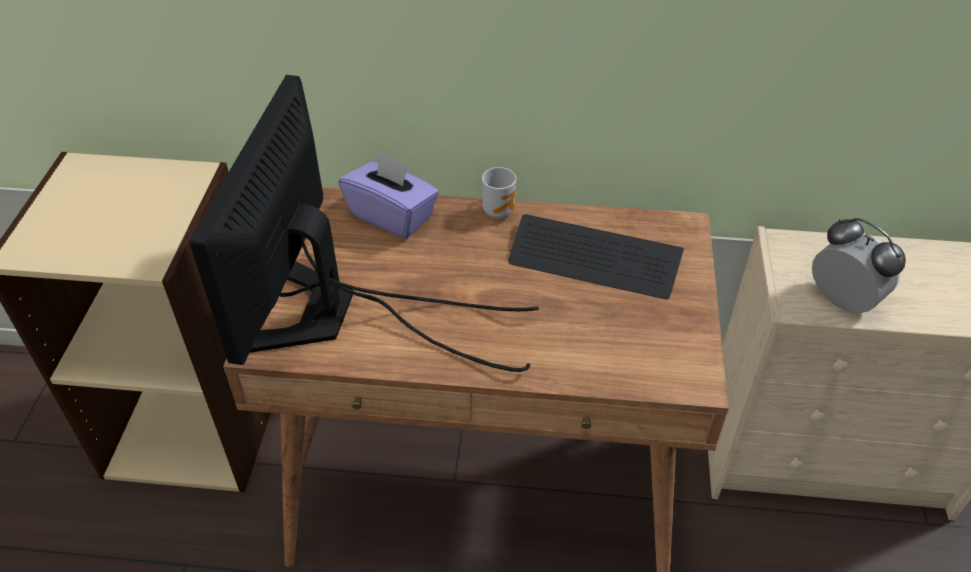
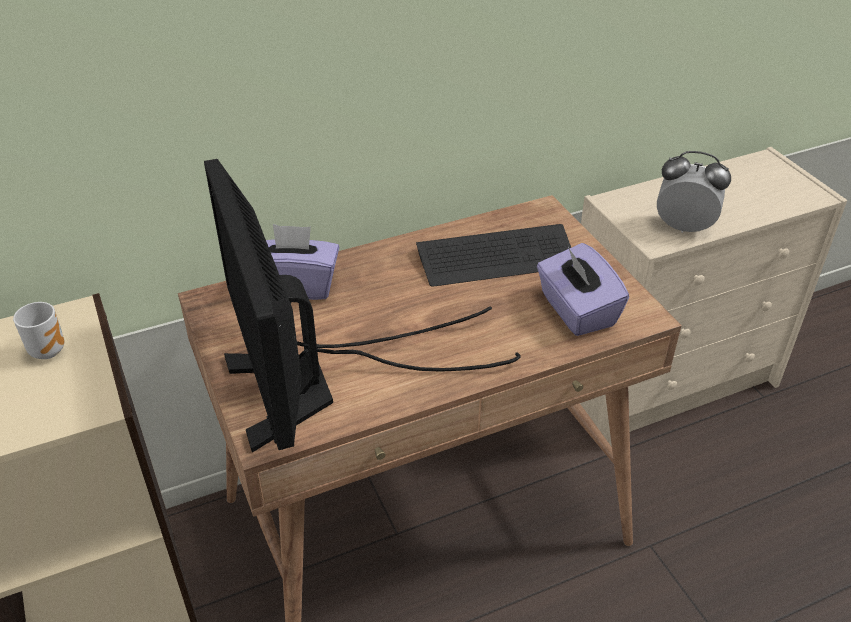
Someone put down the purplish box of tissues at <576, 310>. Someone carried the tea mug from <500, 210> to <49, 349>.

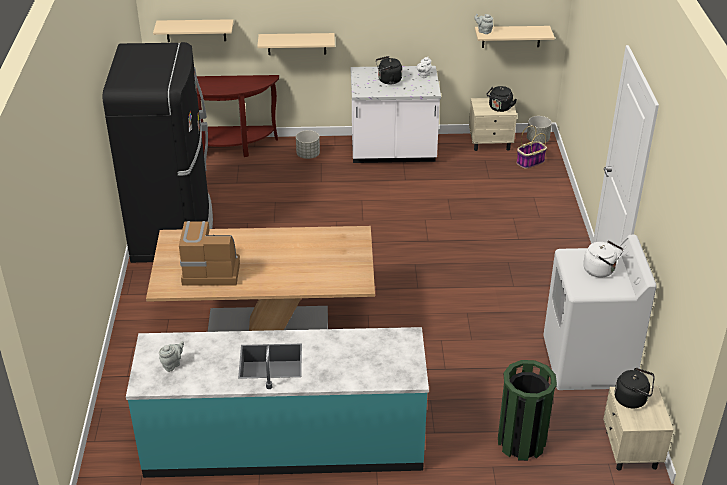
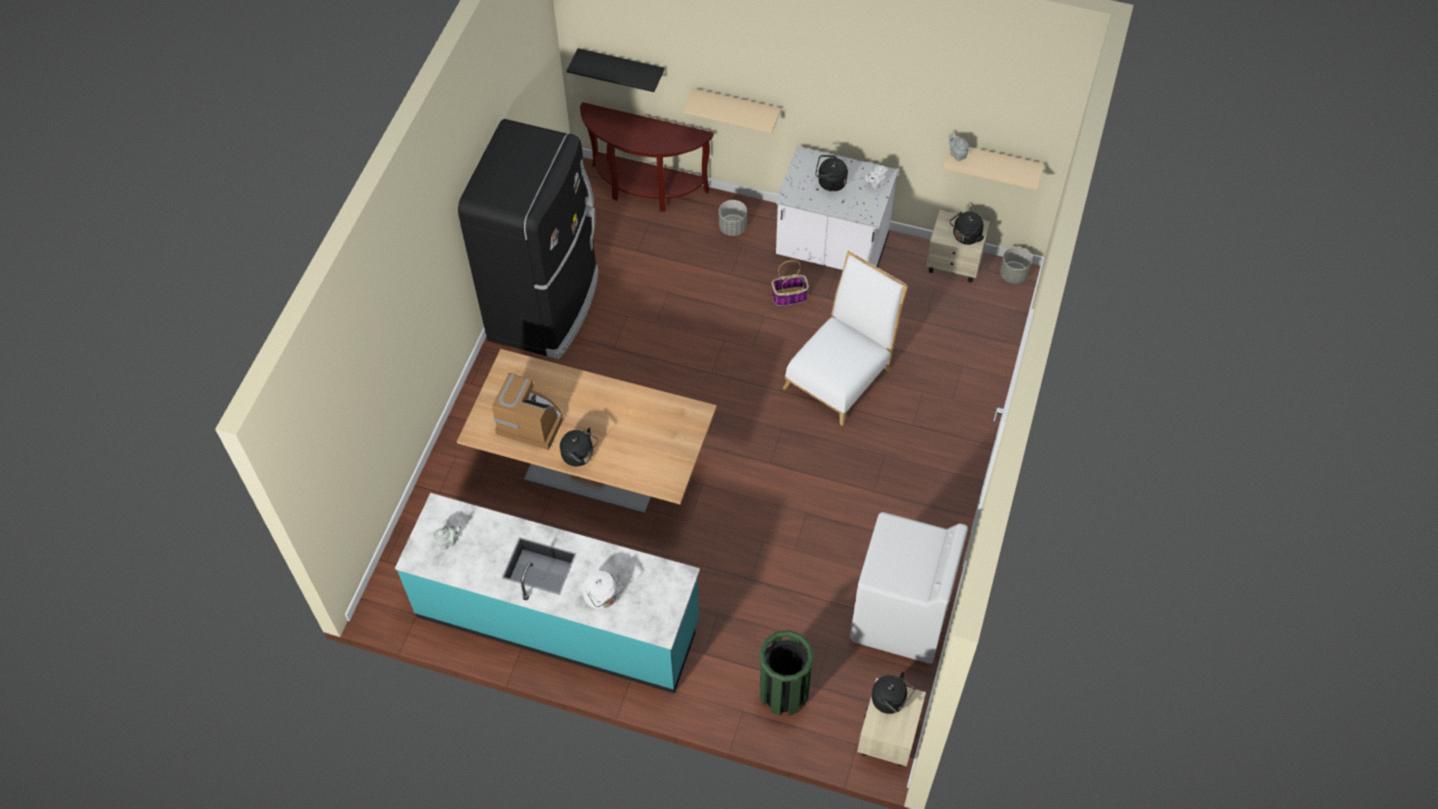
Someone put down the blackish kettle at <580, 456>. Someone put down the whitish chair at <841, 373>. Someone carried the storage basket from <530, 162> to <789, 297>. Someone carried the whitish kettle from <601, 270> to <603, 597>. Someone repainted the beige shelf at <196, 30>, which became the blackish shelf at <621, 67>.

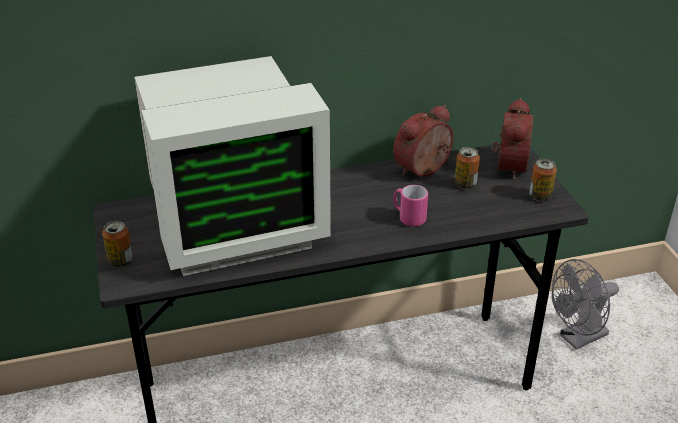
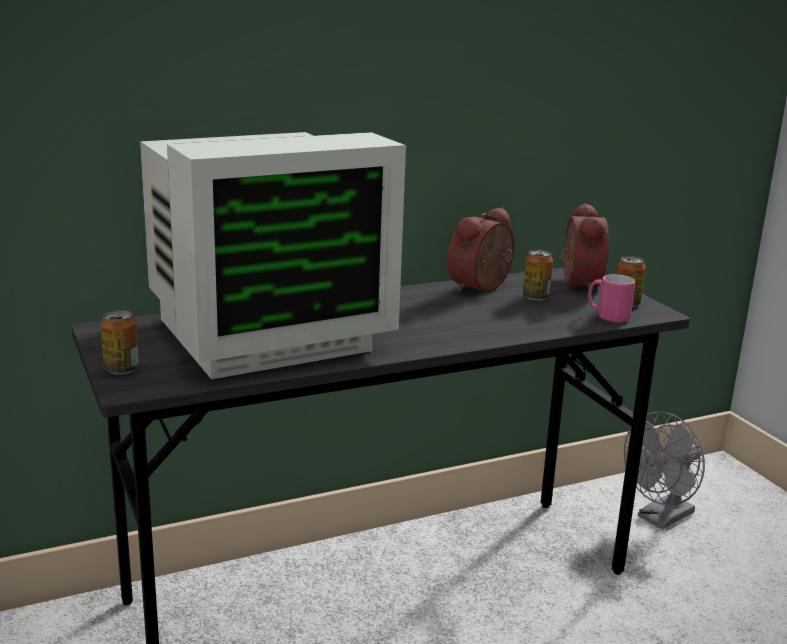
Someone carried the pinkish tea mug from <408, 218> to <607, 316>.

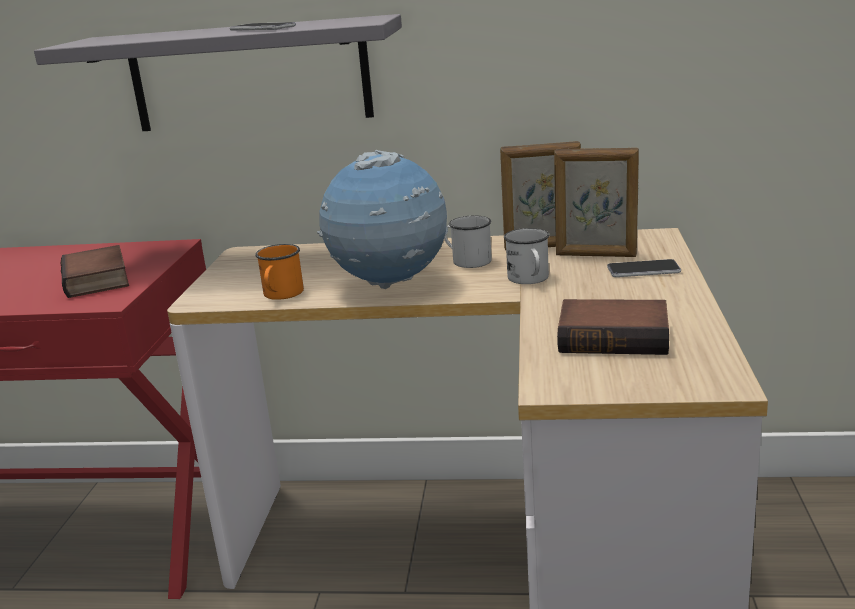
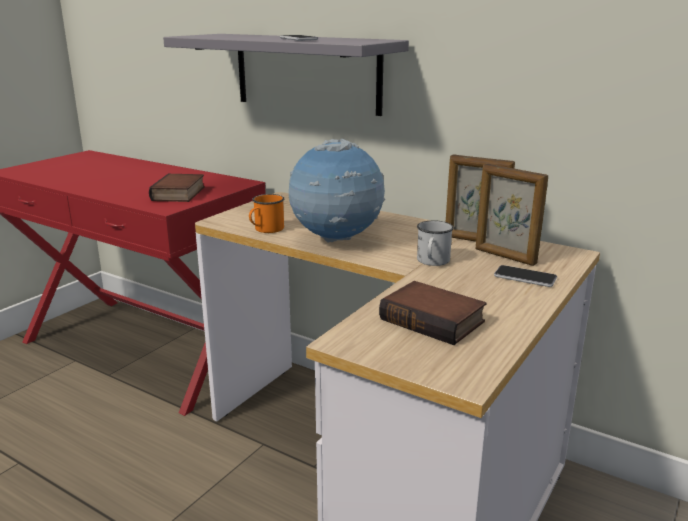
Someone took away the whitish tea mug at <467, 260>.

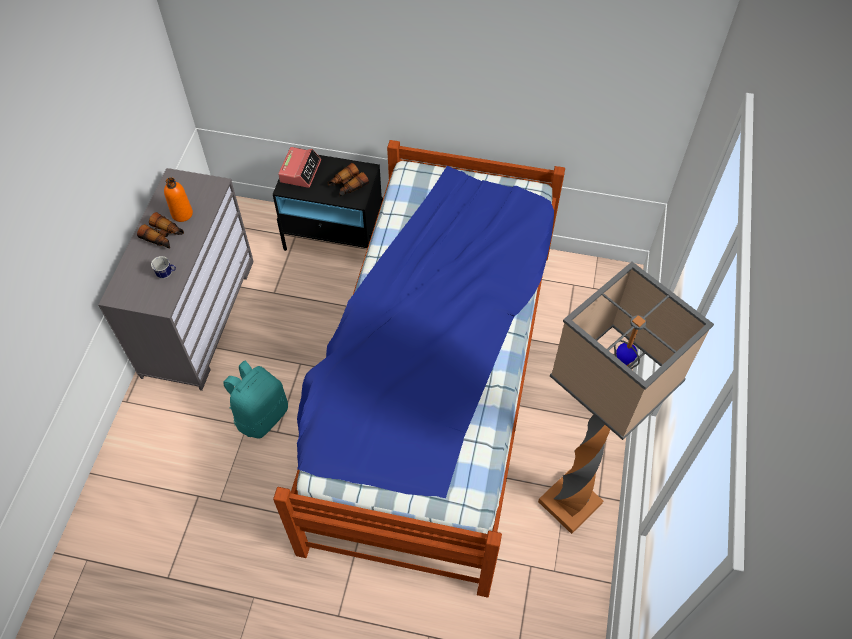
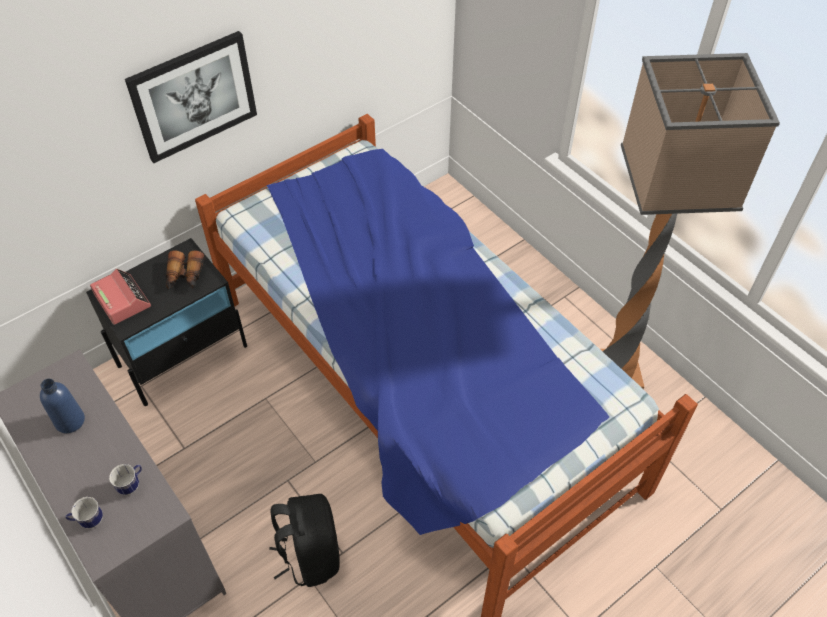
Someone took away the pair of binoculars at <164, 236>. Someone put down the tea mug at <88, 521>. Someone put up the picture at <193, 96>. Someone repainted the orangey drink bottle at <182, 214>, which became the bluish drink bottle at <70, 421>. Someone repainted the turquoise-coloured rucksack at <261, 415>, which became the blackish rucksack at <310, 555>.

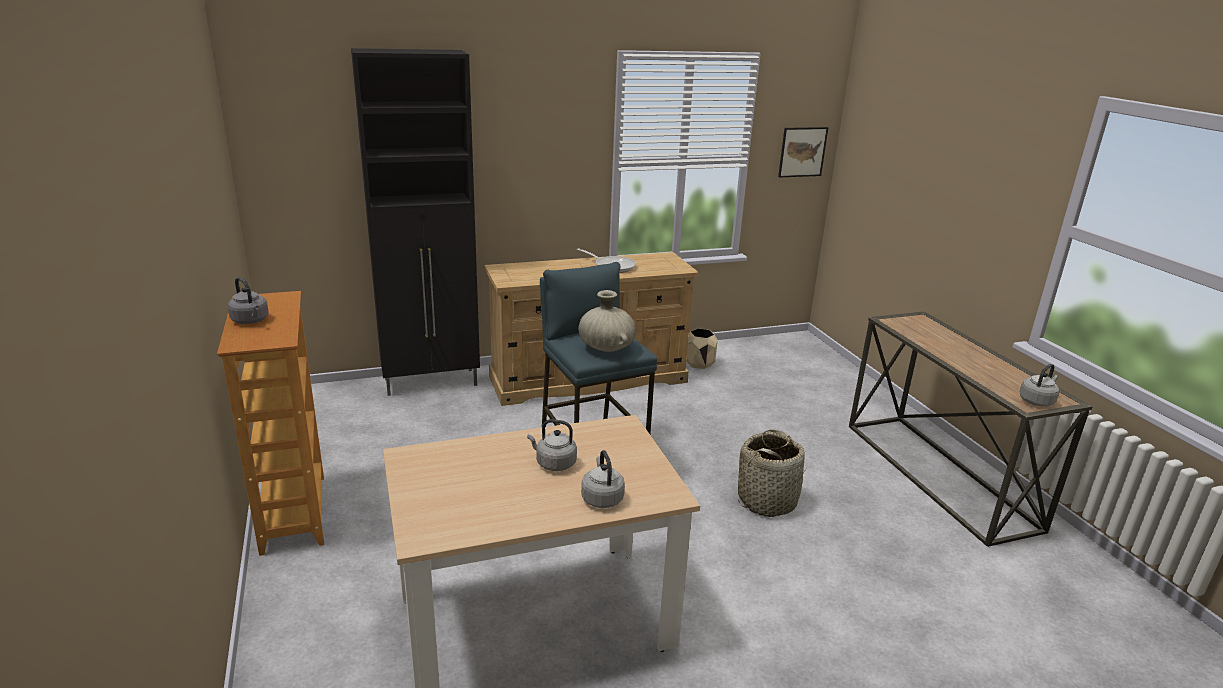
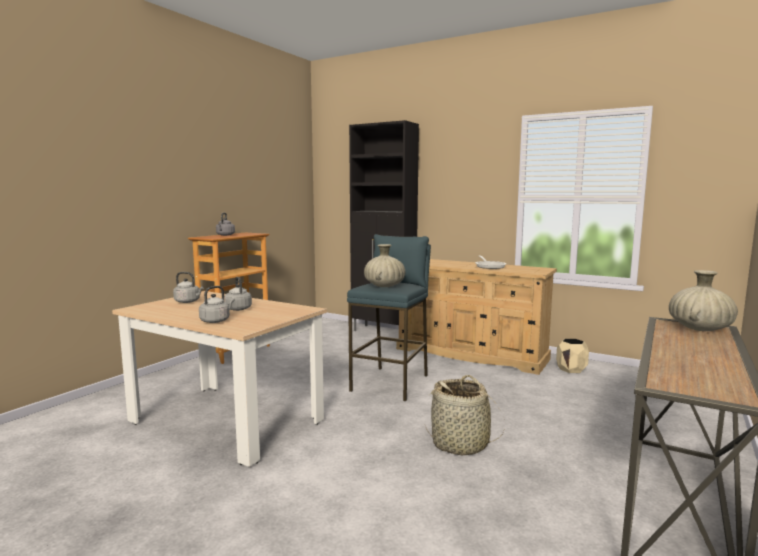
Someone took away the picture at <802, 152>. Someone put down the beige decorative vase at <699, 329>. Someone carried the gray kettle from <1037, 401> to <188, 301>.

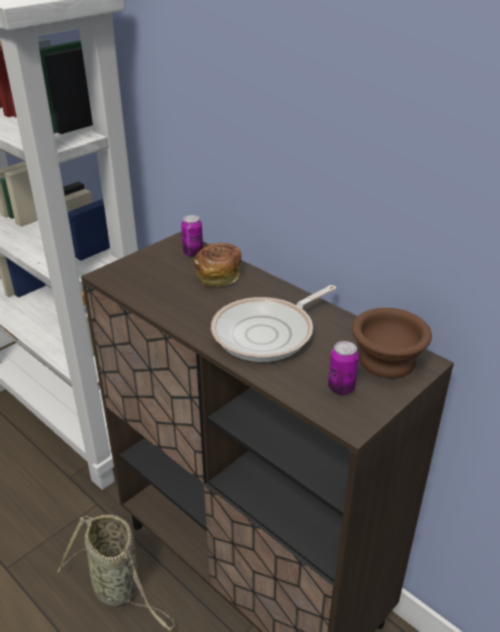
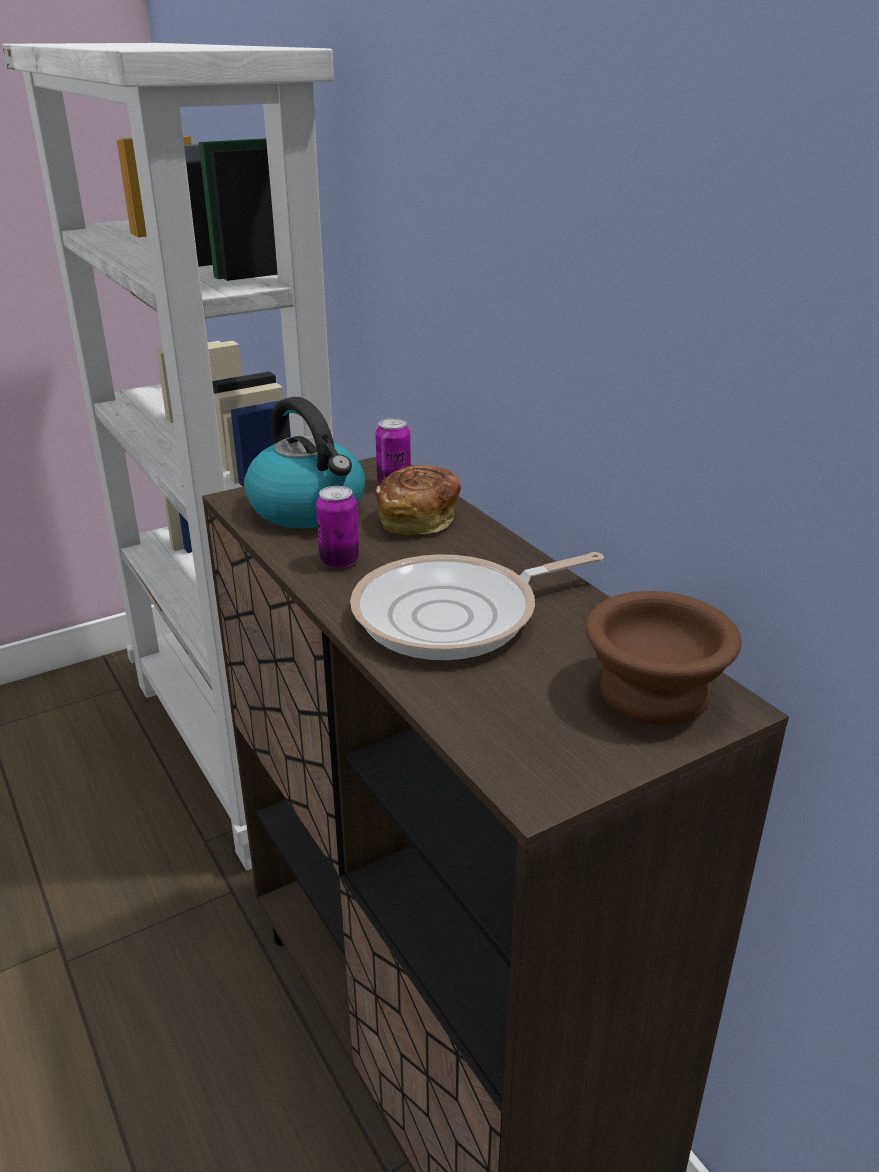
Someone took away the storage basket at <118, 589>. Someone put down the kettle at <309, 509>. Someone carried the metal can from <341, 388> to <339, 561>.

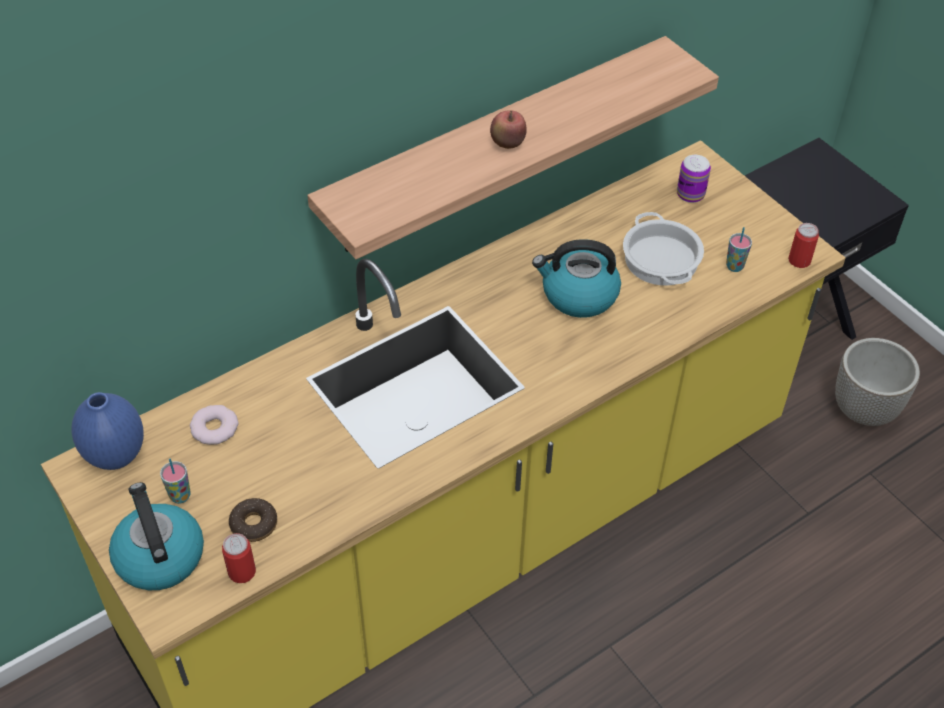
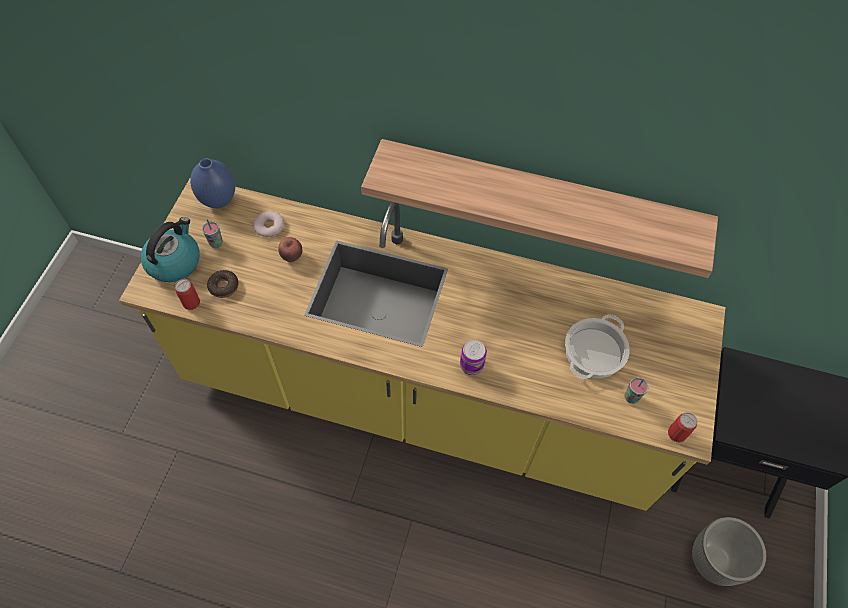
Someone took away the kettle at <578, 295>. Someone carried the apple fruit from <507, 144> to <292, 256>. Someone carried the metal can from <690, 194> to <471, 365>.

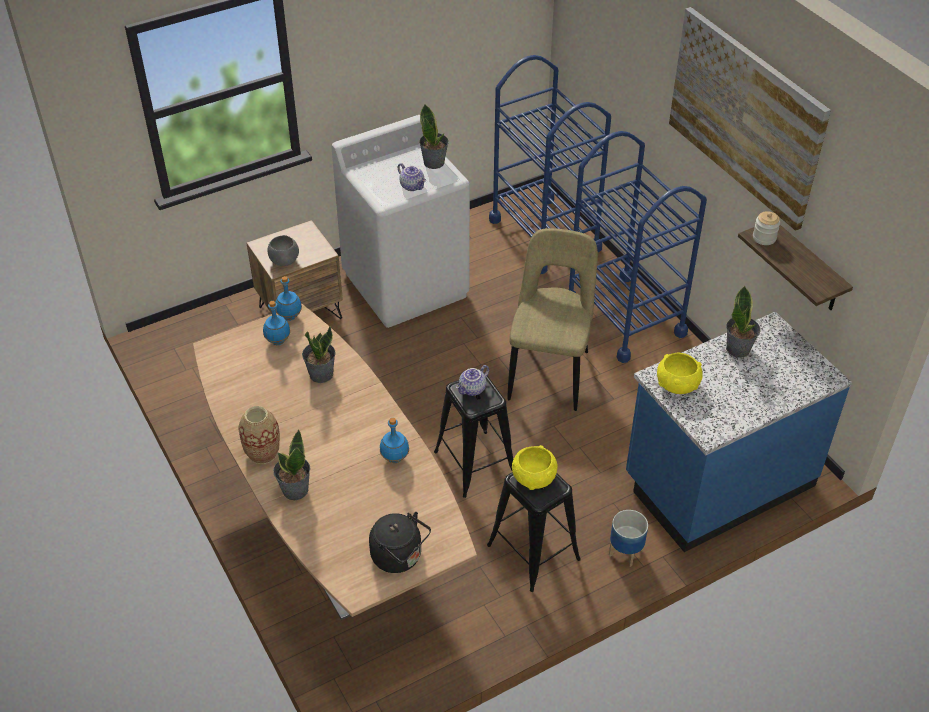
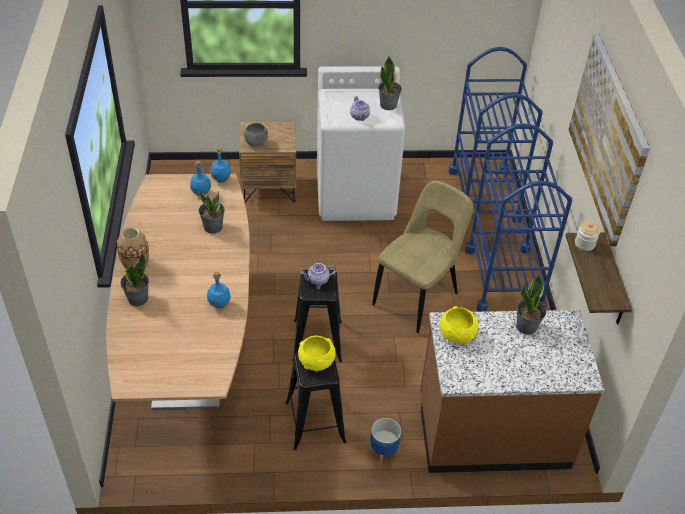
Someone took away the blackish kettle at <399, 557>. Someone repainted the bluish counter at <718, 481>, which became the brown-coloured counter at <492, 431>.

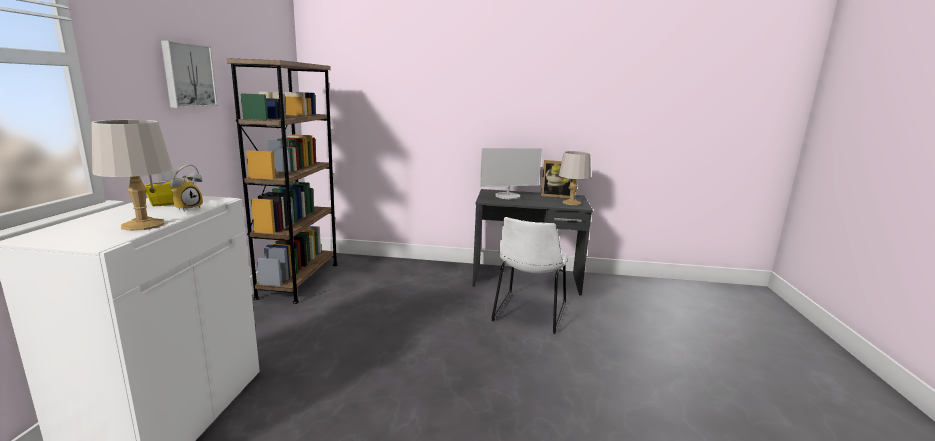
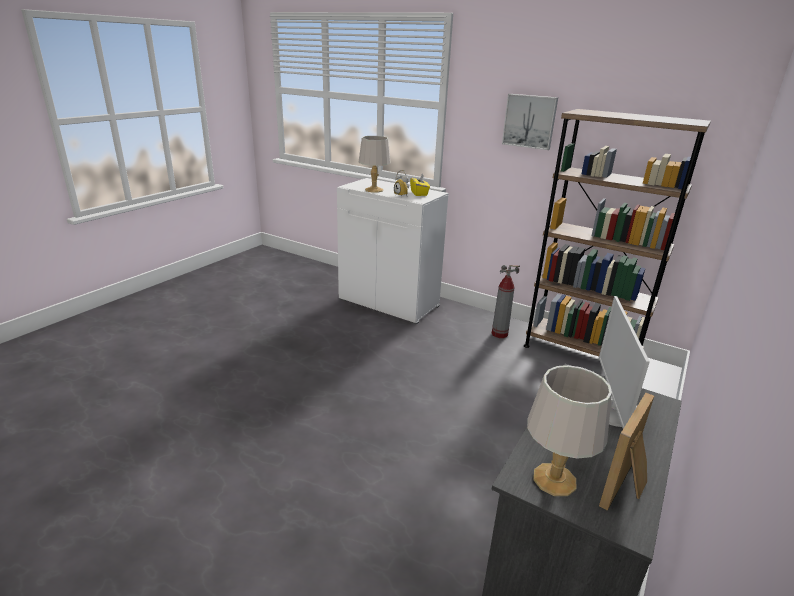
Someone took away the whitish chair at <529, 313>. Someone put down the extinguisher at <499, 334>.

